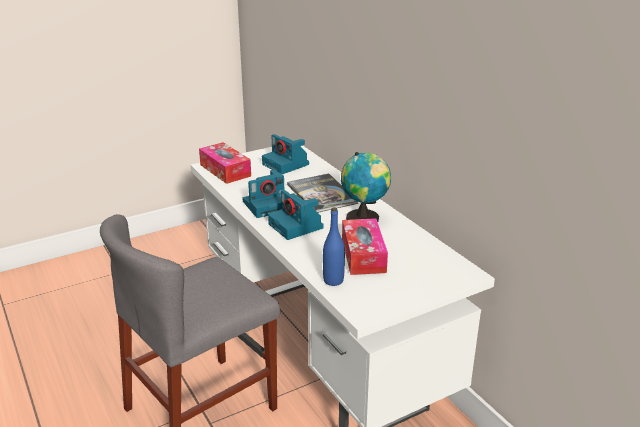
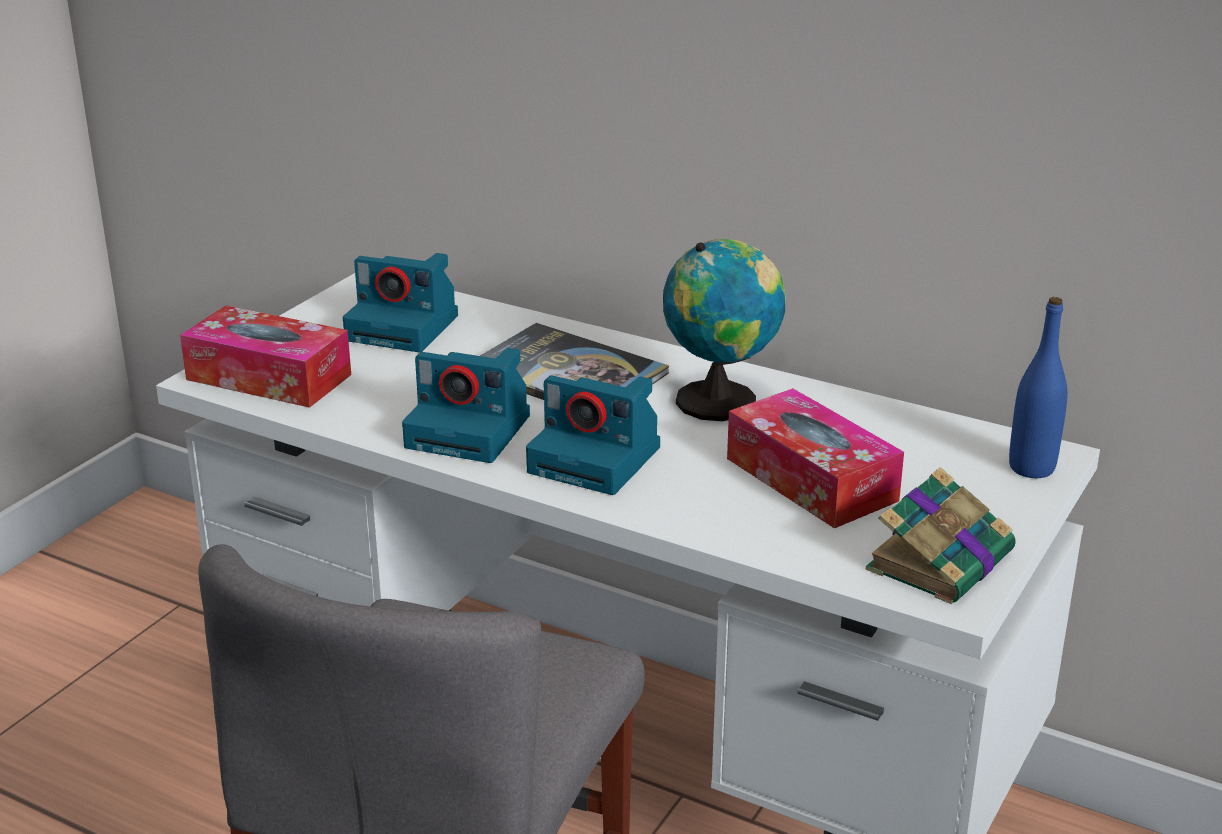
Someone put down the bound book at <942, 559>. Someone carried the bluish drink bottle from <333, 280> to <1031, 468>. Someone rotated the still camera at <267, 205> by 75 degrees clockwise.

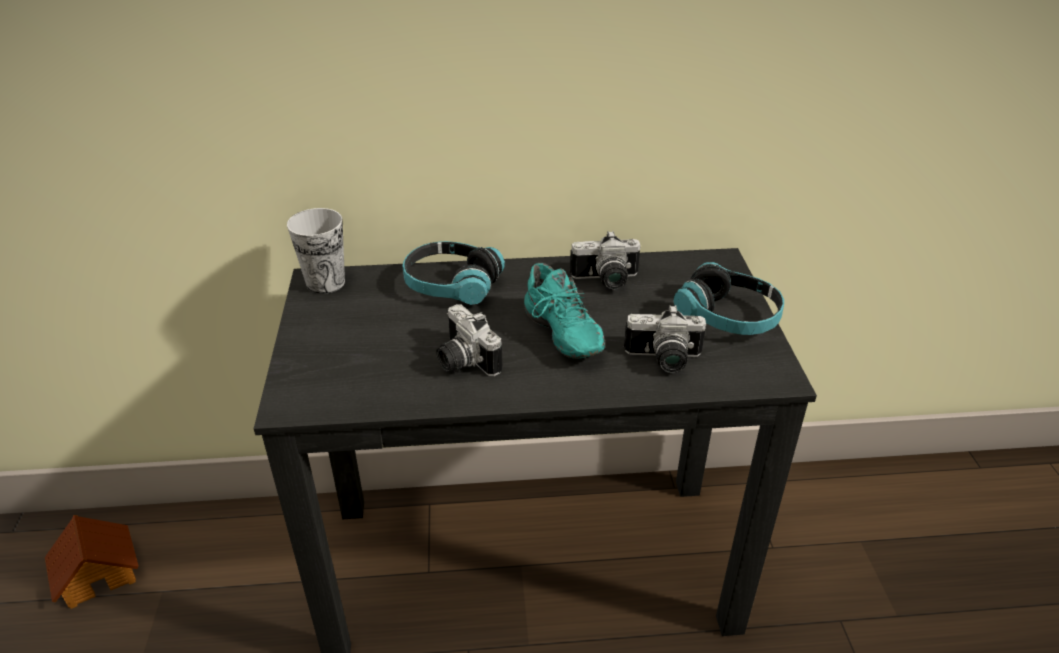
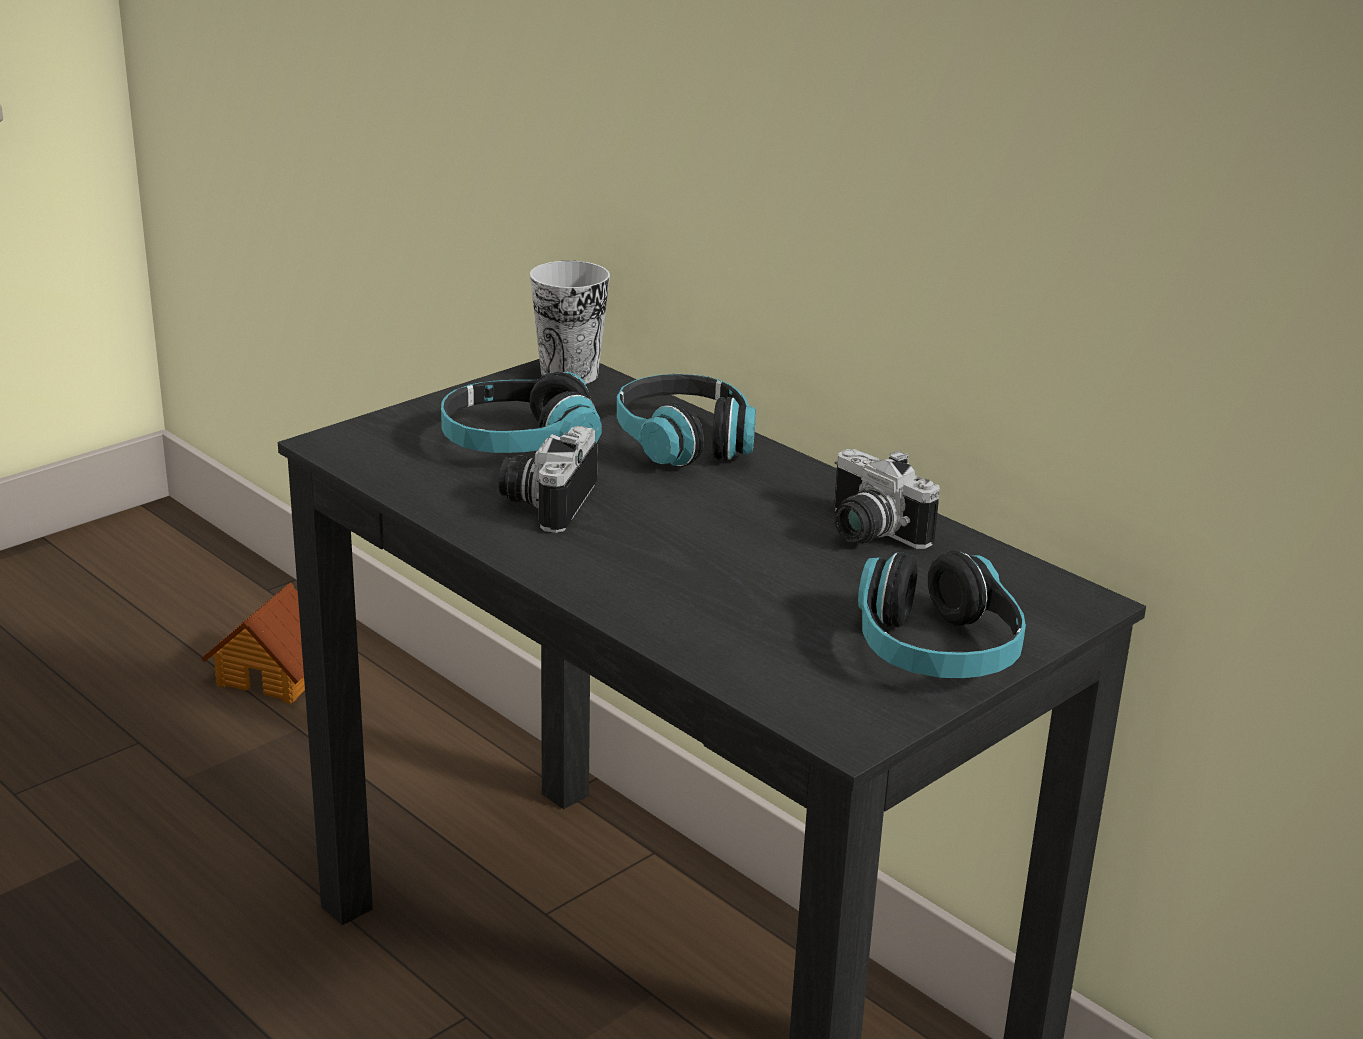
Someone took away the turquoise-coloured shoe at <558, 335>. Someone took away the still camera at <663, 360>. Someone put down the headset at <519, 443>.

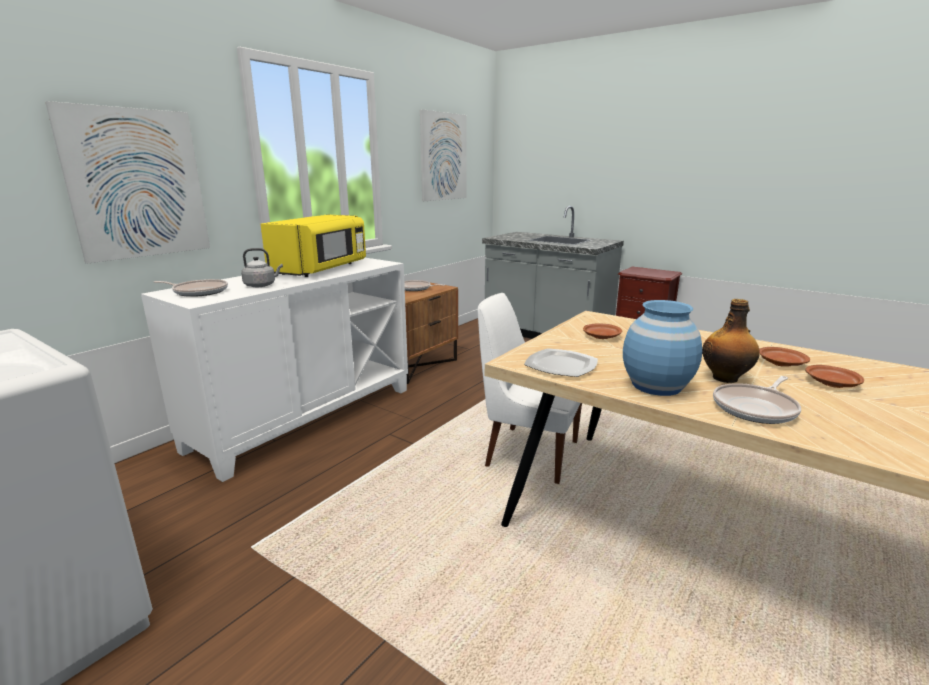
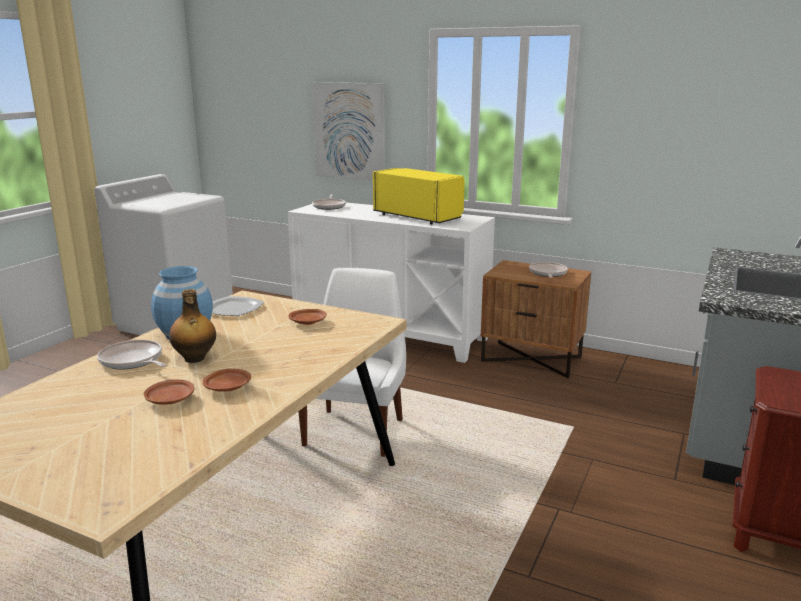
Someone took away the gray kettle at <261, 285>. Someone took away the picture at <443, 157>. Someone rotated the yellow microwave oven at <321, 269> by 150 degrees counterclockwise.

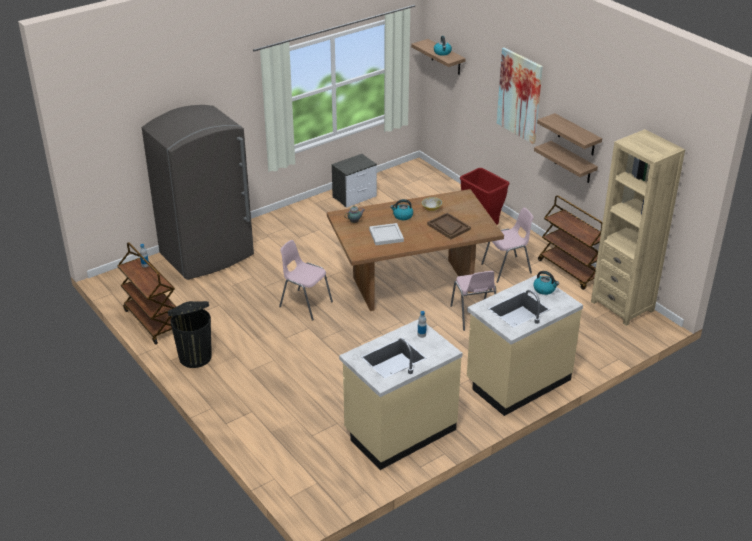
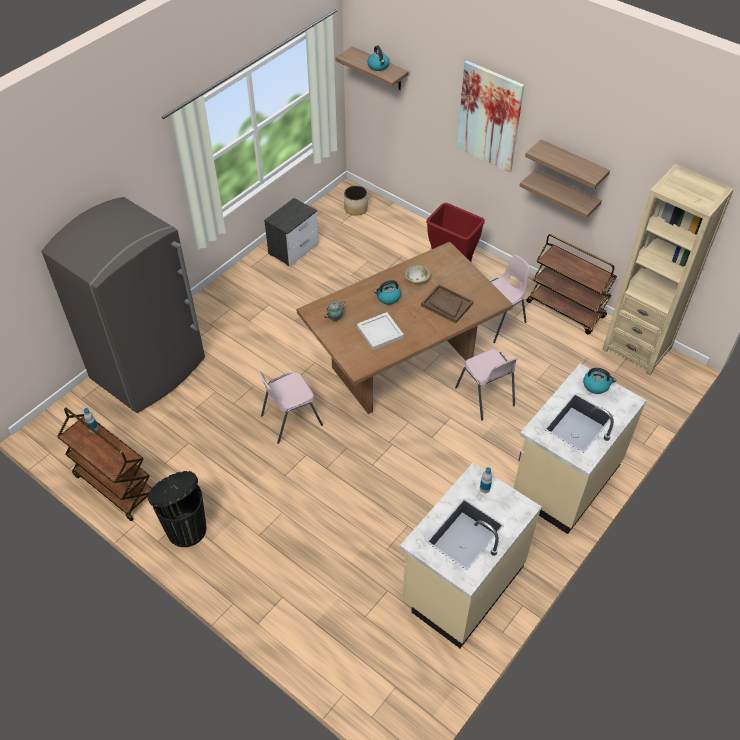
Someone put down the flower pot at <356, 208>. Someone rotated the pinkish chair at <305, 304> by 45 degrees counterclockwise.

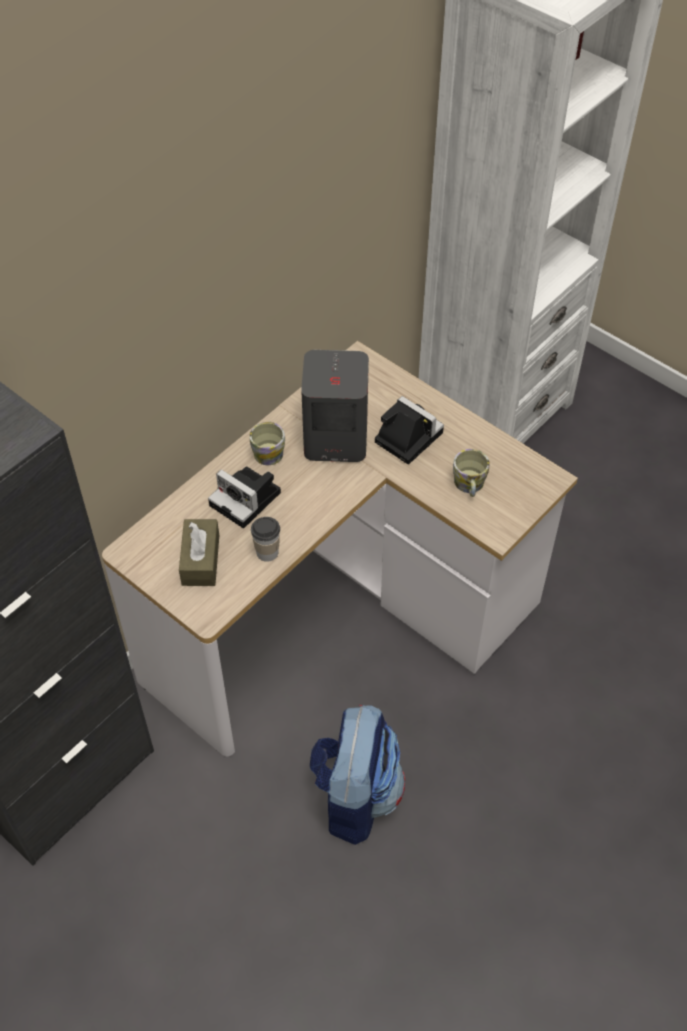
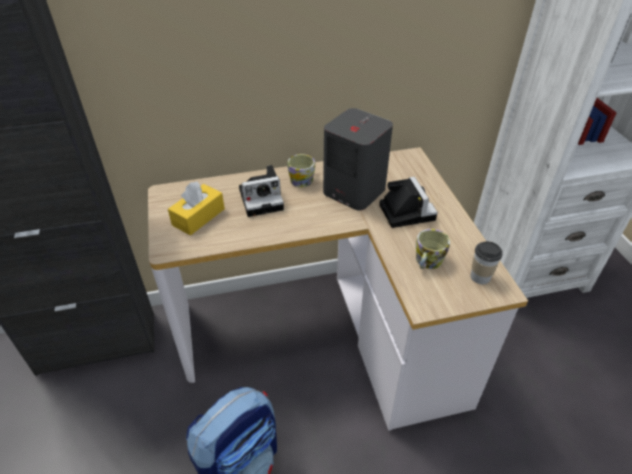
Someone carried the drinking cup from <267, 552> to <480, 277>. Someone repainted the brown-coloured box of tissues at <200, 560>, which became the yellow box of tissues at <198, 217>. Someone rotated the still camera at <248, 499> by 90 degrees counterclockwise.

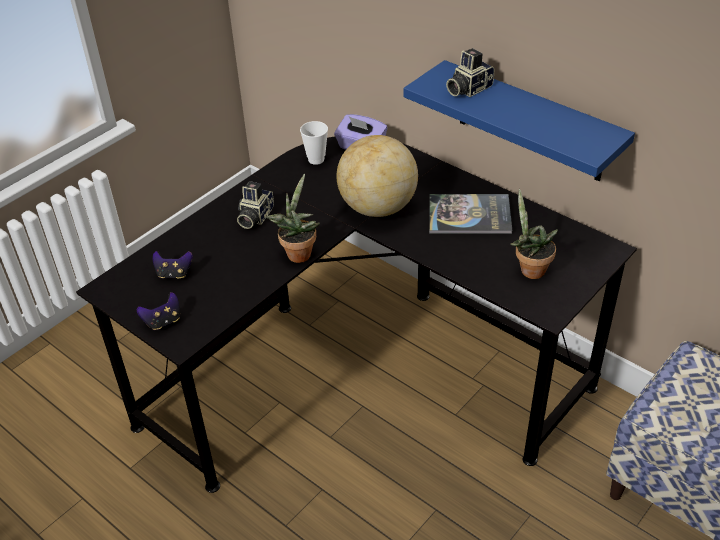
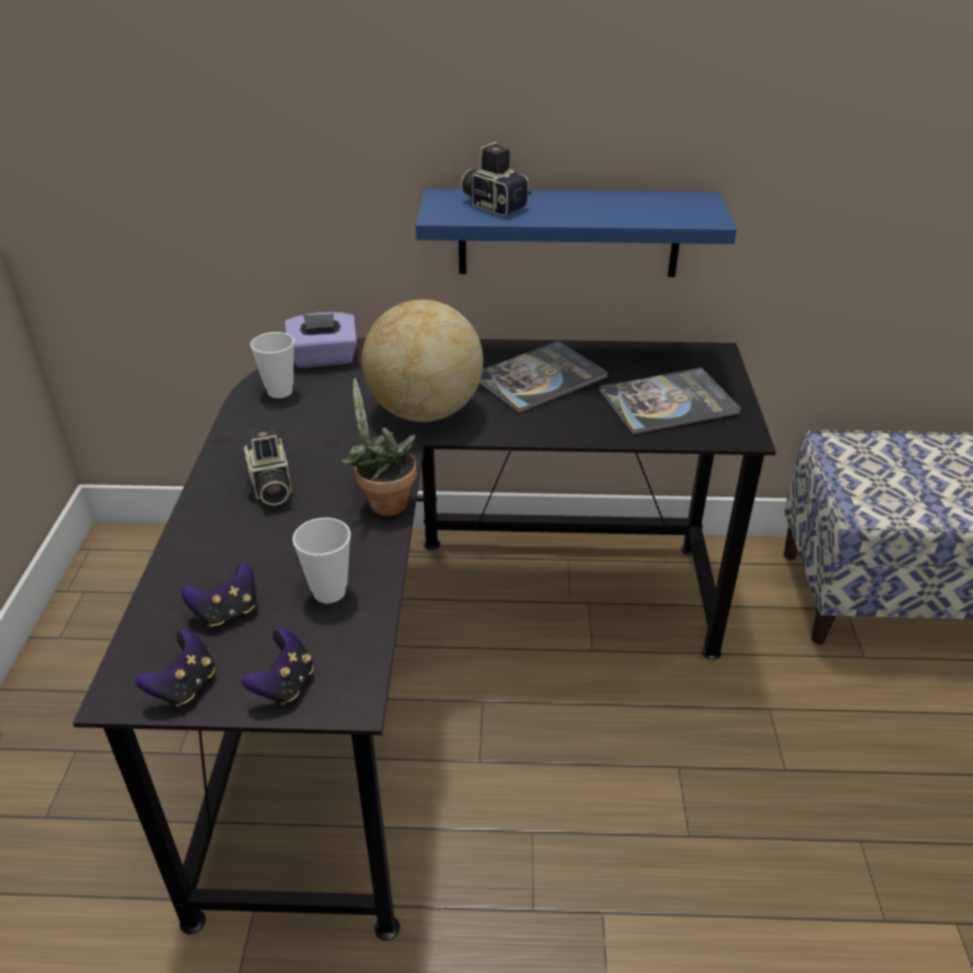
Someone put down the game controller at <184, 686>. Someone put down the drinking cup at <329, 592>. Someone swapped the potted plant at <529, 269> for the bound book at <668, 403>. Someone rotated the still camera at <468, 89> by 120 degrees clockwise.

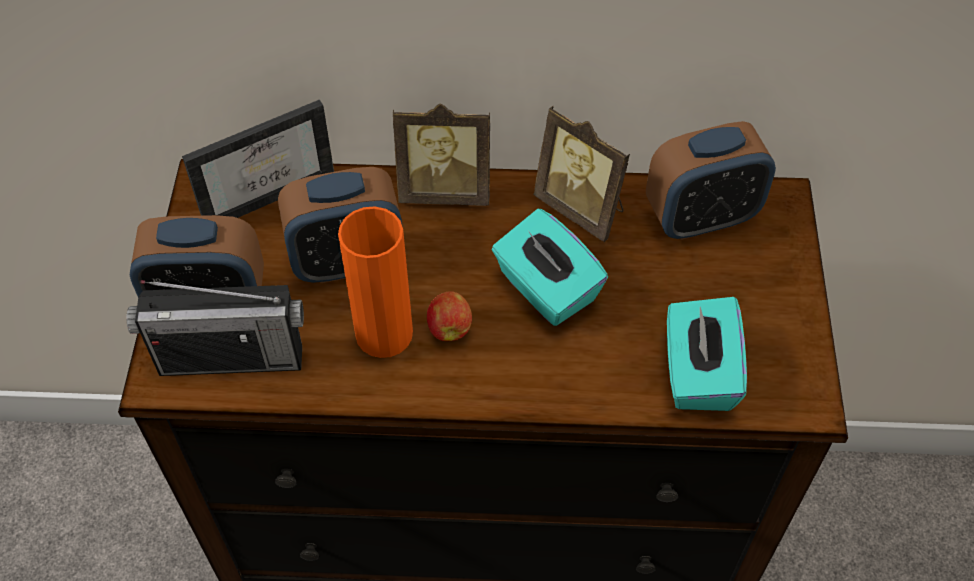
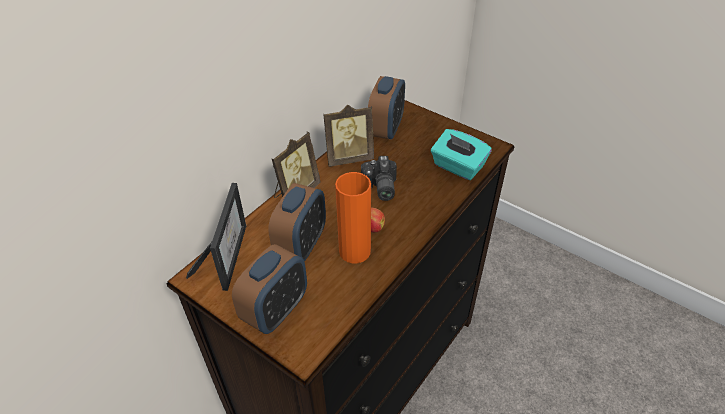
Someone took away the radio receiver at <231, 358>. Someone swapped the turquoise-coloured box of tissues at <546, 289> for the still camera at <379, 188>.

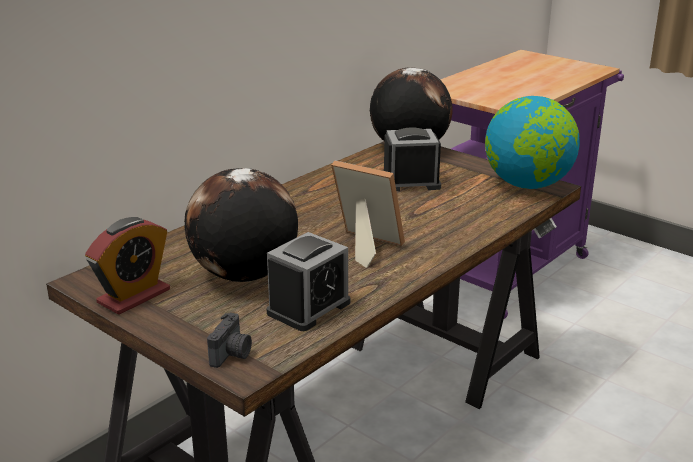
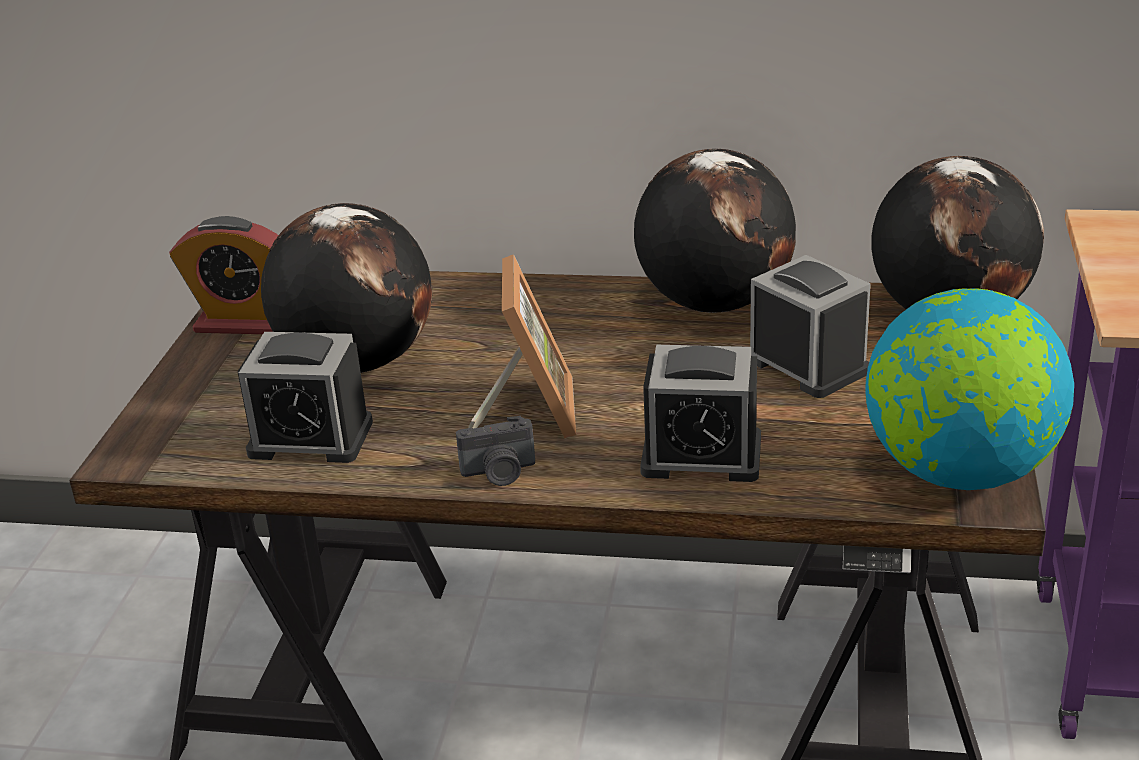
Someone put down the desk globe at <713, 303>. Someone put down the table clock at <701, 456>. Someone carried the still camera from <232, 354> to <499, 473>.

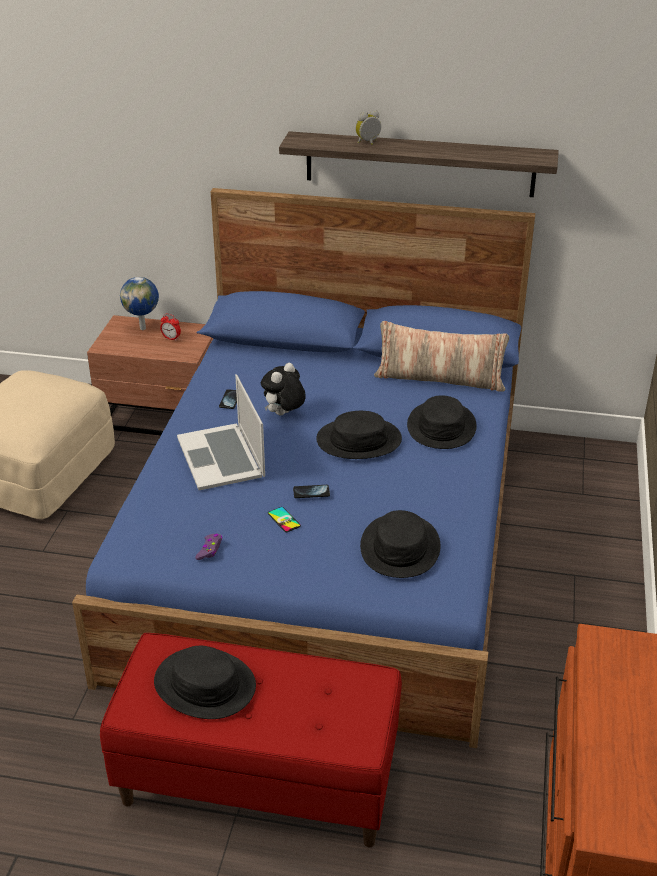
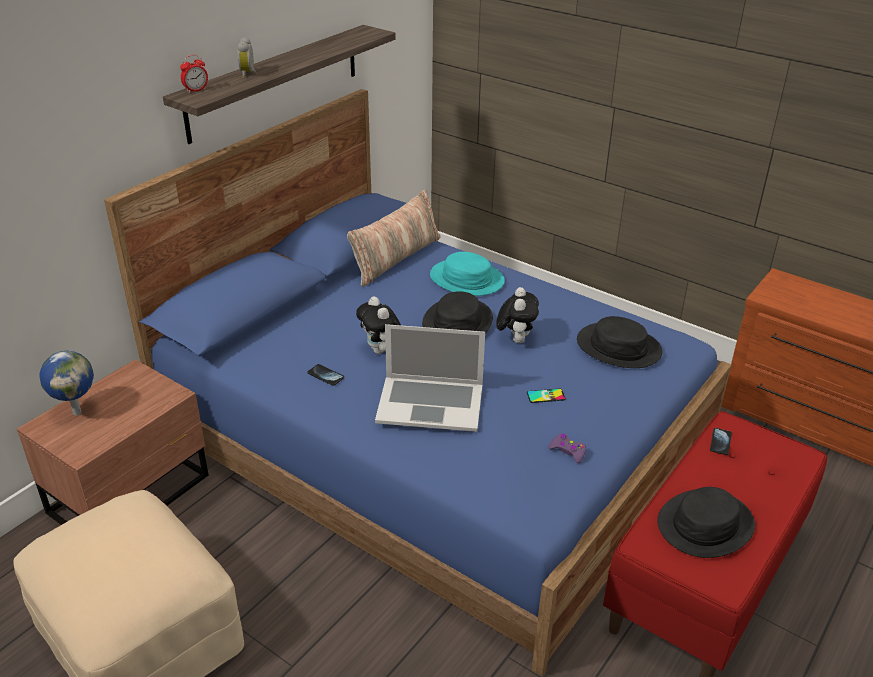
Someone put down the plush toy at <515, 339>. Someone carried the table clock from <171, 338> to <196, 90>. Someone carried the telephone from <311, 492> to <720, 442>. Someone repainted the blackish hat at <441, 426>, which became the turquoise-coloured hat at <466, 279>.

